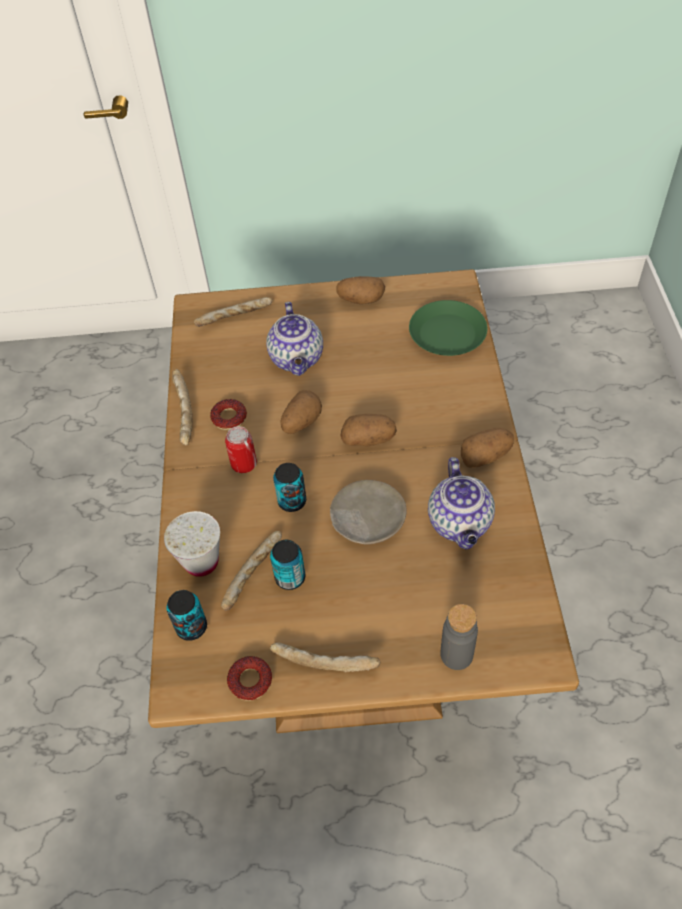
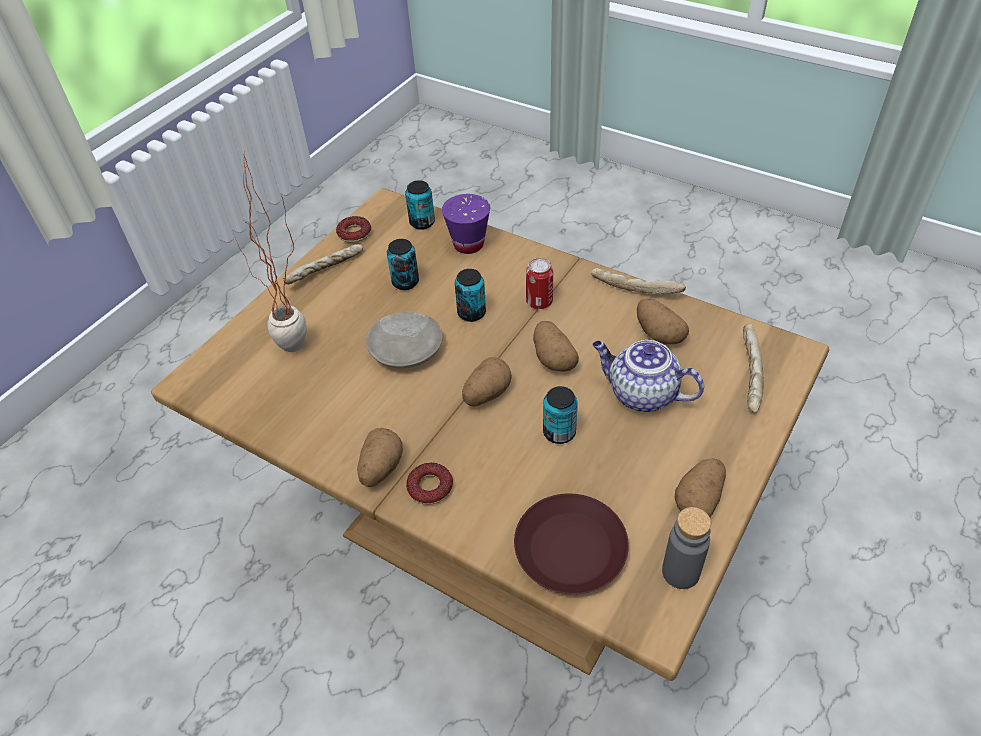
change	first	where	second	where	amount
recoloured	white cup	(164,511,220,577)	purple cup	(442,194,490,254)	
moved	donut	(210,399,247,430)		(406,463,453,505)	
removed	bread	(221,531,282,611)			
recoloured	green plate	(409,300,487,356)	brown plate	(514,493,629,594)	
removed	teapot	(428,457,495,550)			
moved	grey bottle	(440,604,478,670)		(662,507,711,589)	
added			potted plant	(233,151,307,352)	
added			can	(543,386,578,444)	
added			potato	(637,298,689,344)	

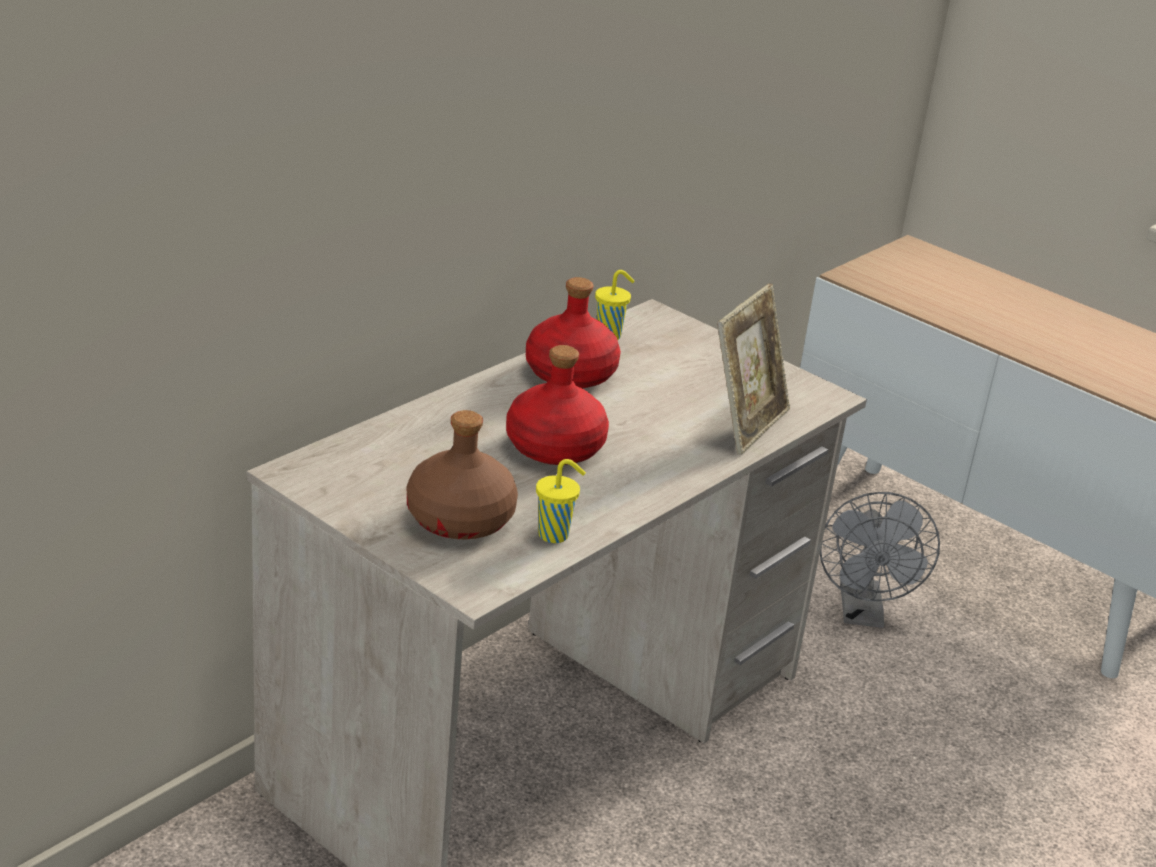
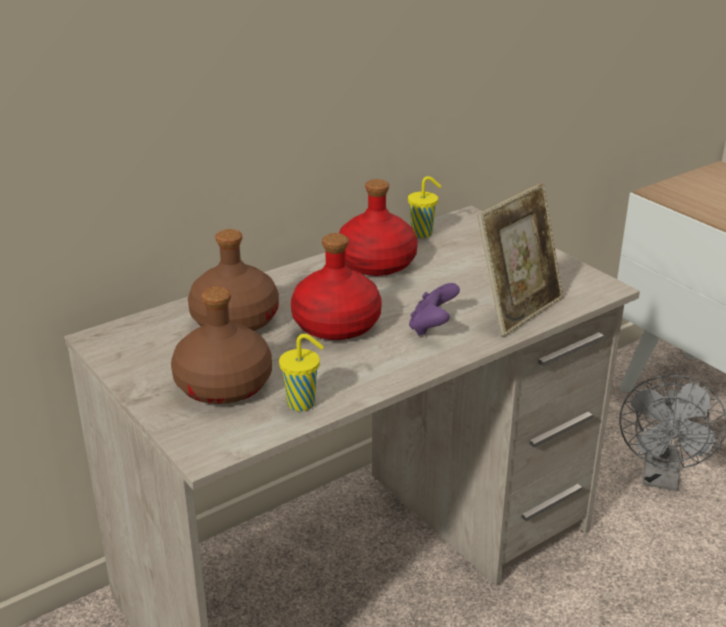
change	first	where	second	where	amount
added			brown bottle	(188,229,279,331)	
added			purple game controller	(409,283,460,336)	

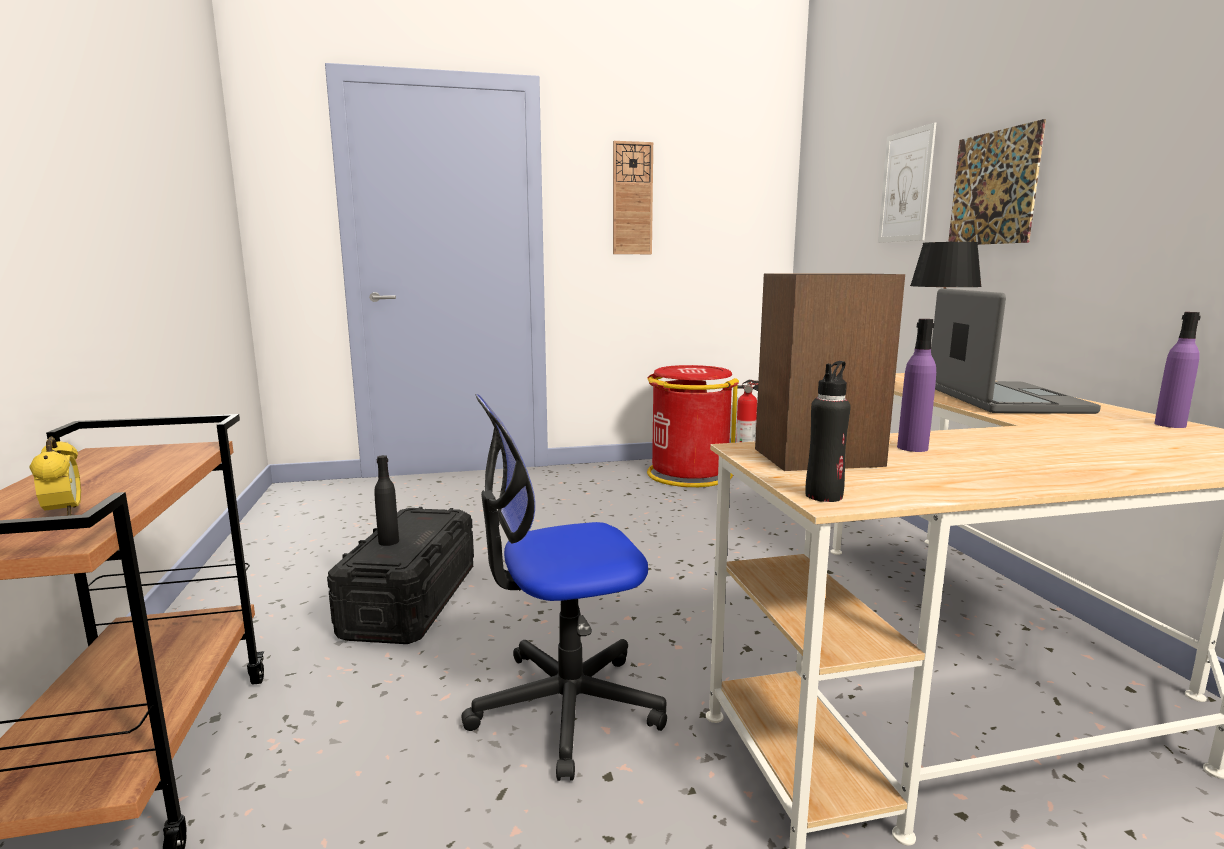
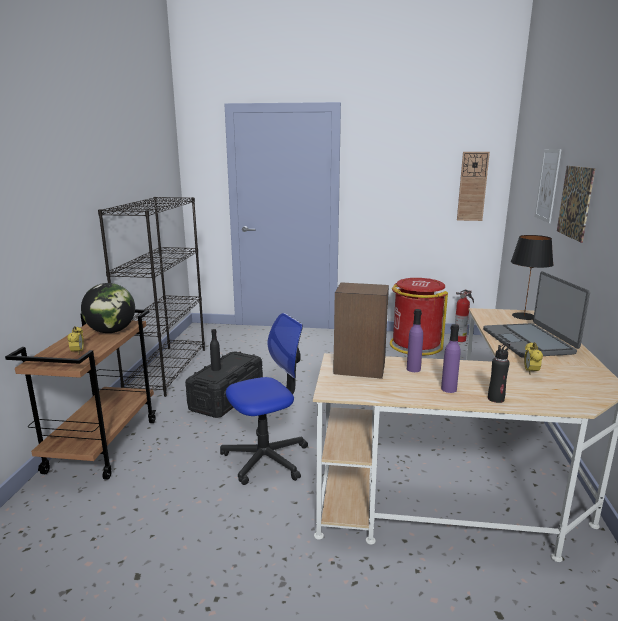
change	first	where	second	where	amount
turned	office chair	(461,394,667,781)		(220,313,308,485)	150 degrees clockwise
moved	wall clock	(613,141,653,254)		(457,152,490,221)	
moved	black bottle	(805,361,851,502)		(488,343,510,403)	
turned	laptop	(931,288,1101,414)		(483,271,590,357)	150 degrees clockwise
moved	purple bottle	(1154,312,1201,428)		(441,324,461,393)	
added			globe	(81,283,135,333)	
added			black bookcase	(98,197,205,397)	
added			alarm clock	(524,342,543,375)	

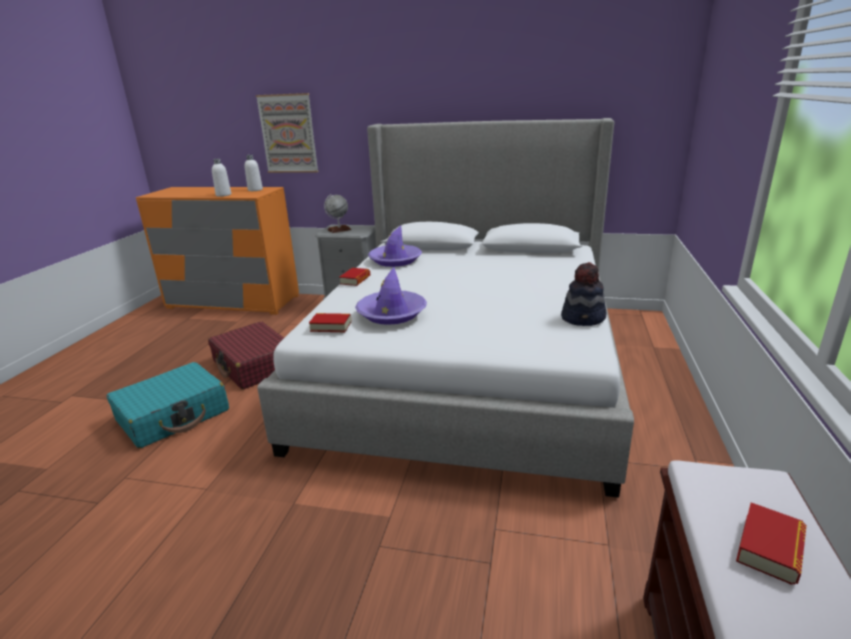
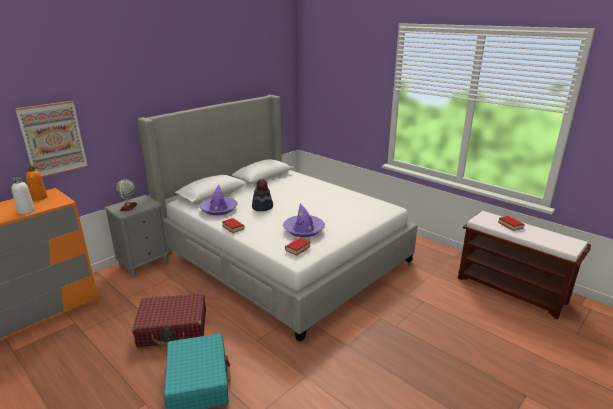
change	first	where	second	where	amount
recoloured	white bottle	(245,155,263,191)	orange bottle	(26,166,47,200)	
moved	hat	(561,262,606,326)		(252,179,273,211)	

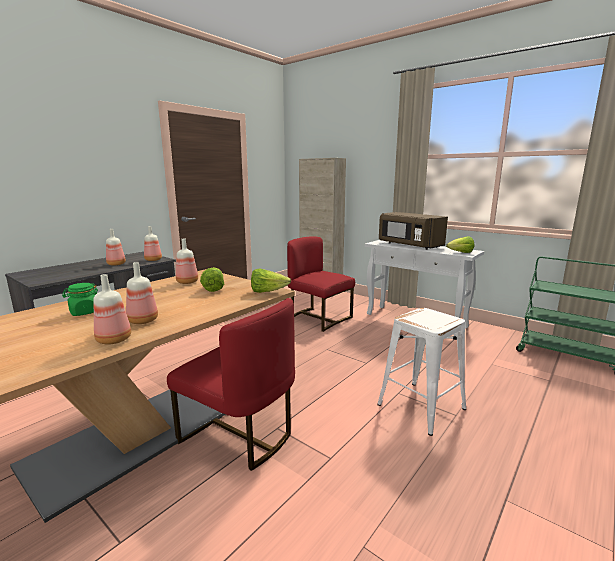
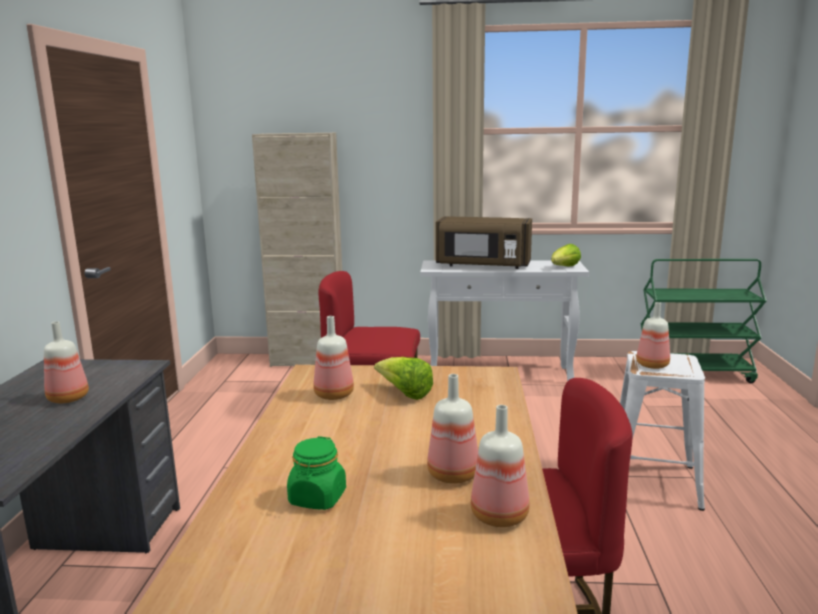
change	first	where	second	where	amount
moved	bottle	(144,226,162,261)		(636,302,670,369)	
removed	lettuce	(251,268,291,293)			

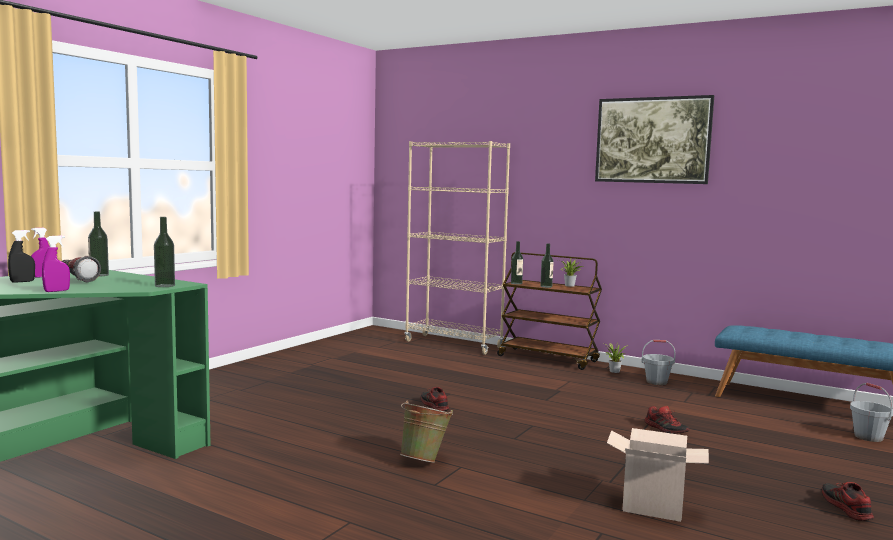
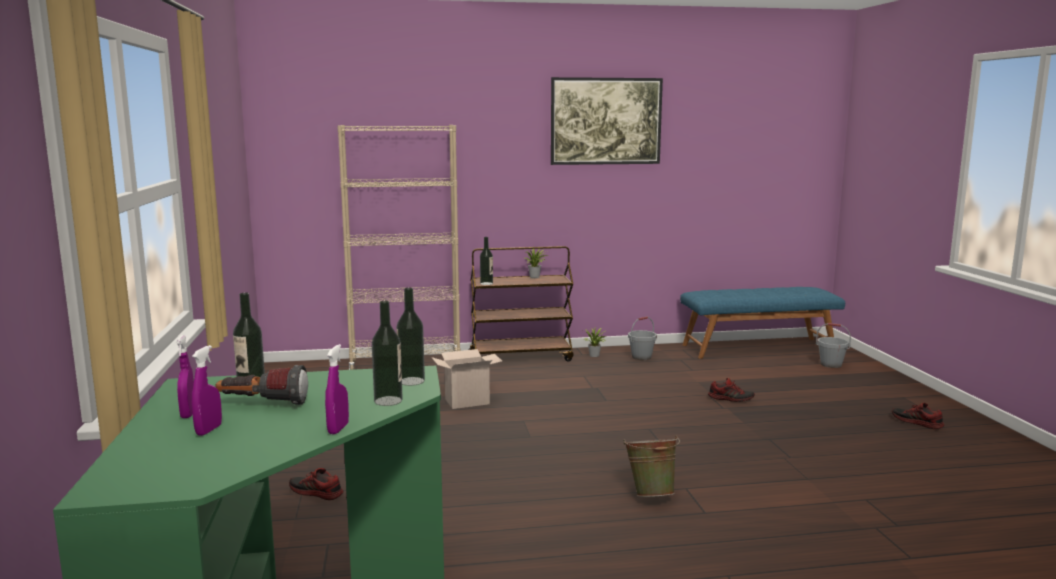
change	first	where	second	where	amount
recoloured	black spray bottle	(8,230,35,283)	purple spray bottle	(192,345,222,436)	
moved	shoe	(421,387,450,411)		(289,468,343,500)	
moved	bottle	(540,243,554,288)		(372,301,403,406)	
moved	cardboard box	(607,428,709,522)		(431,349,502,409)	

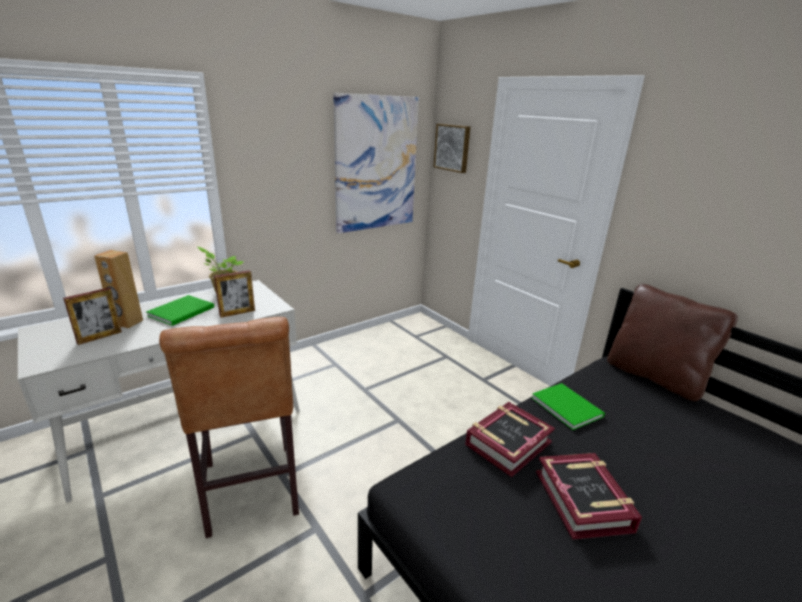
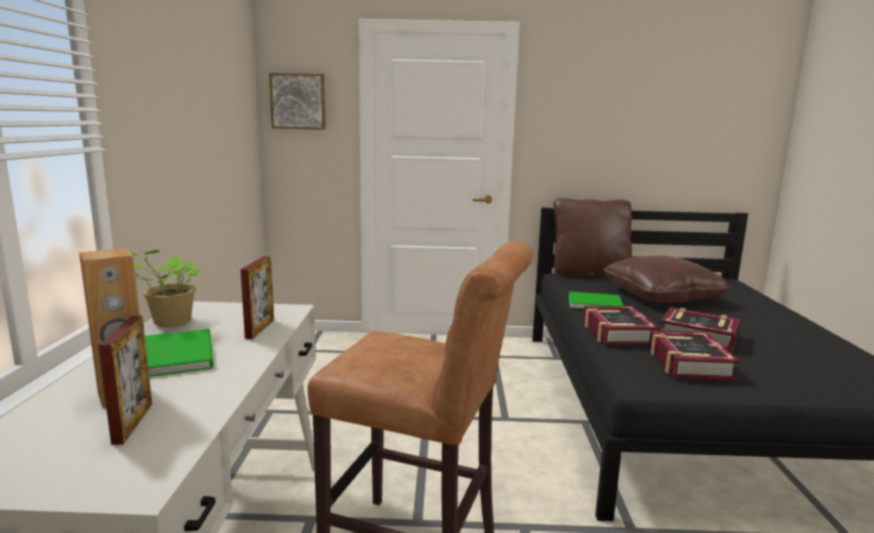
change	first	where	second	where	amount
removed	picture	(333,93,419,233)			
added			brown pillow	(603,255,730,303)	
added			book	(649,330,740,381)	

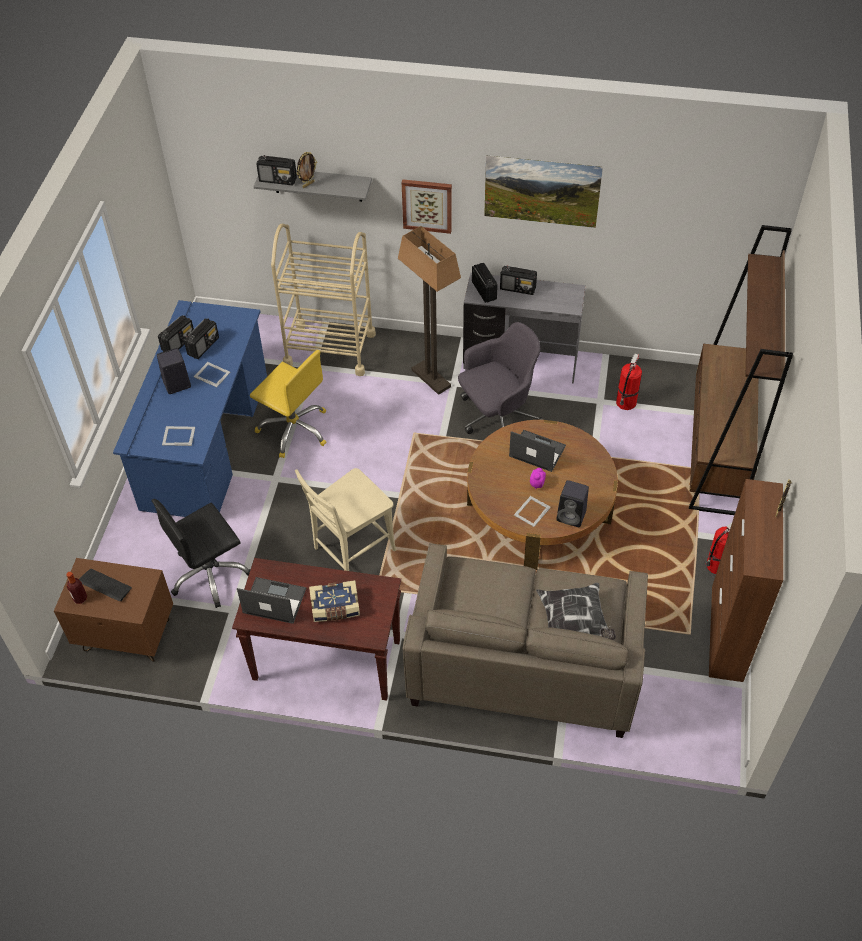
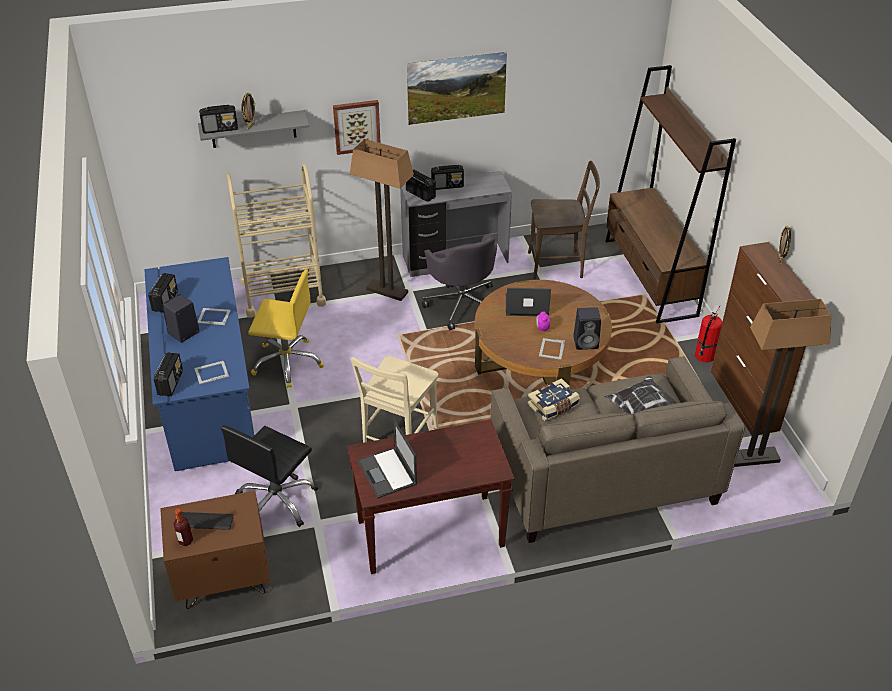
change	first	where	second	where	amount
moved	radio	(184,318,219,359)		(154,352,183,396)	
turned	laptop	(237,577,306,624)		(358,419,417,498)	105 degrees counterclockwise
moved	book	(309,580,360,622)		(528,378,580,421)	
turned	grey office chair	(458,322,544,434)		(422,234,497,331)	120 degrees clockwise
replaced	fire extinguisher	(616,354,642,410)	brown chair	(528,161,600,280)	
added			floor lamp	(734,299,832,467)	

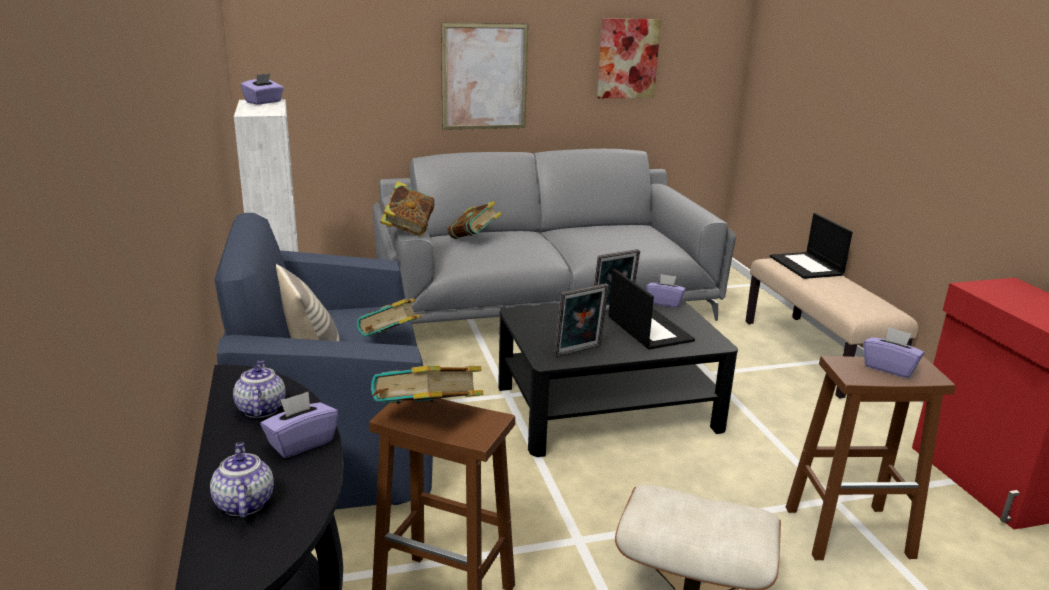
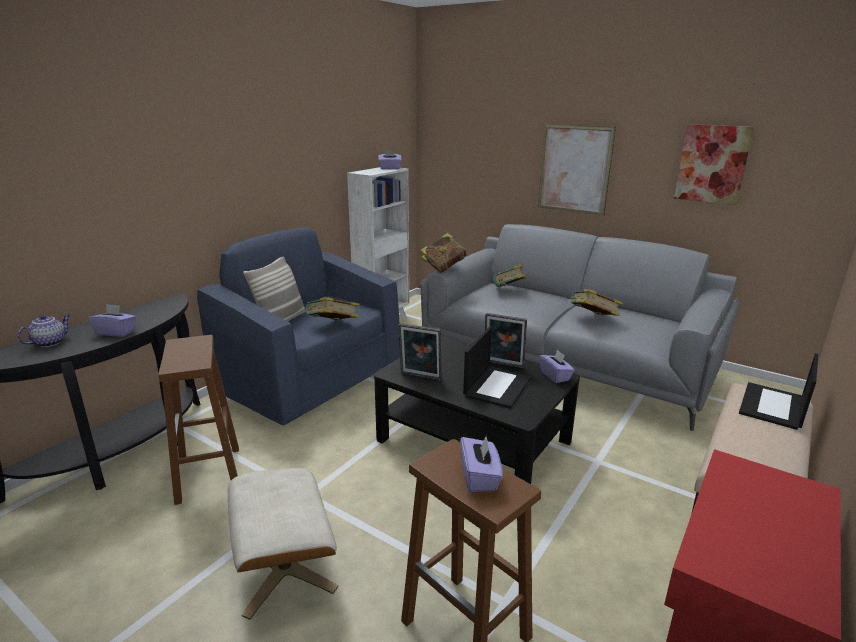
change	first	where	second	where	amount
removed	teapot	(233,360,286,418)			
moved	book	(371,365,483,404)		(569,289,623,316)	

